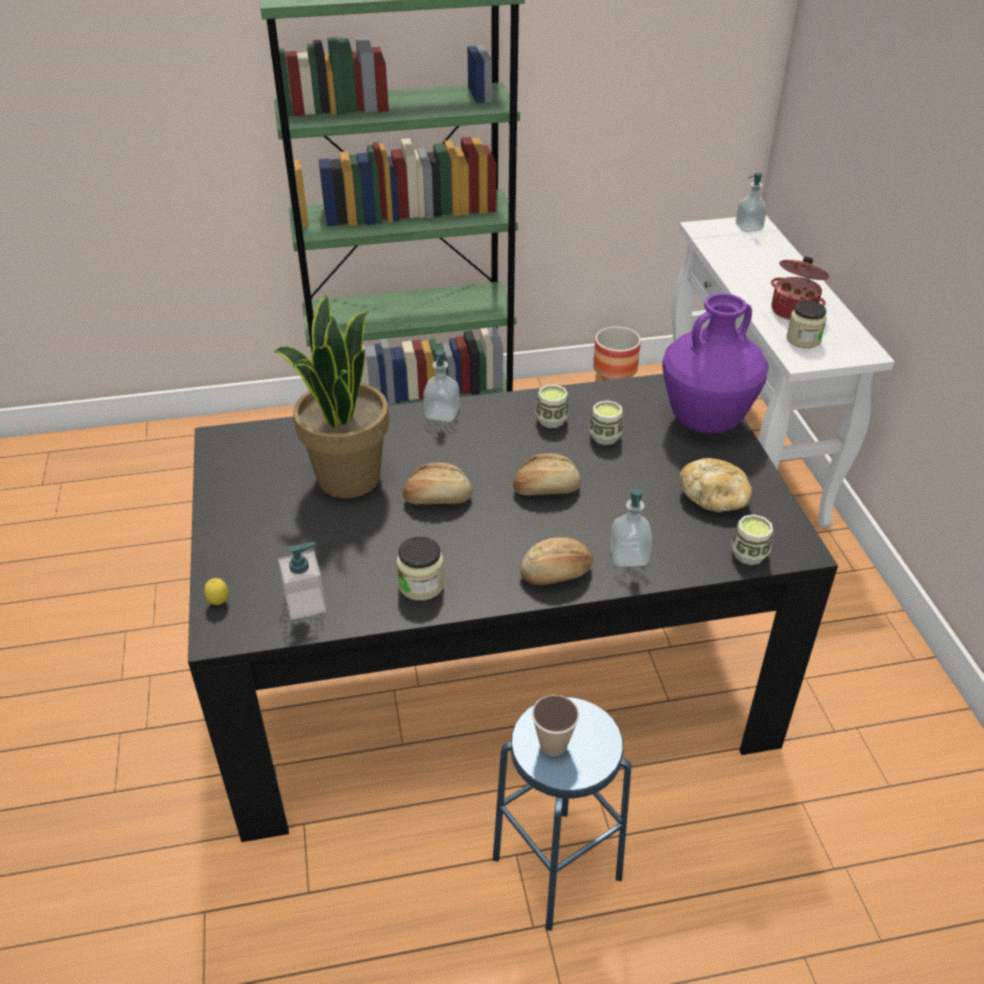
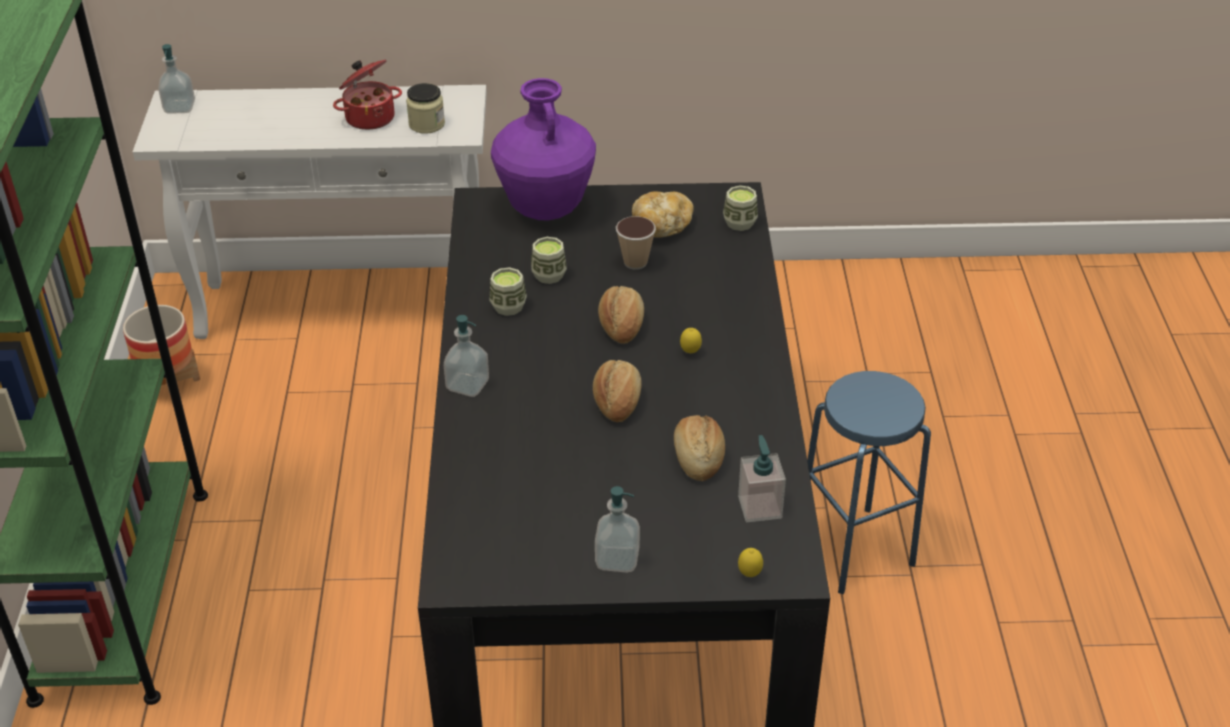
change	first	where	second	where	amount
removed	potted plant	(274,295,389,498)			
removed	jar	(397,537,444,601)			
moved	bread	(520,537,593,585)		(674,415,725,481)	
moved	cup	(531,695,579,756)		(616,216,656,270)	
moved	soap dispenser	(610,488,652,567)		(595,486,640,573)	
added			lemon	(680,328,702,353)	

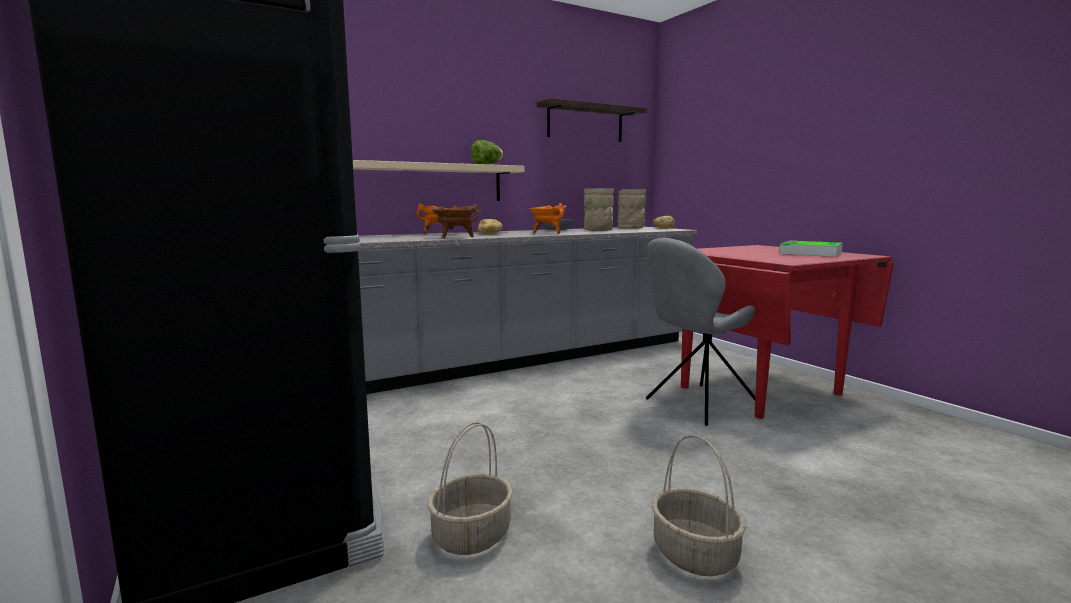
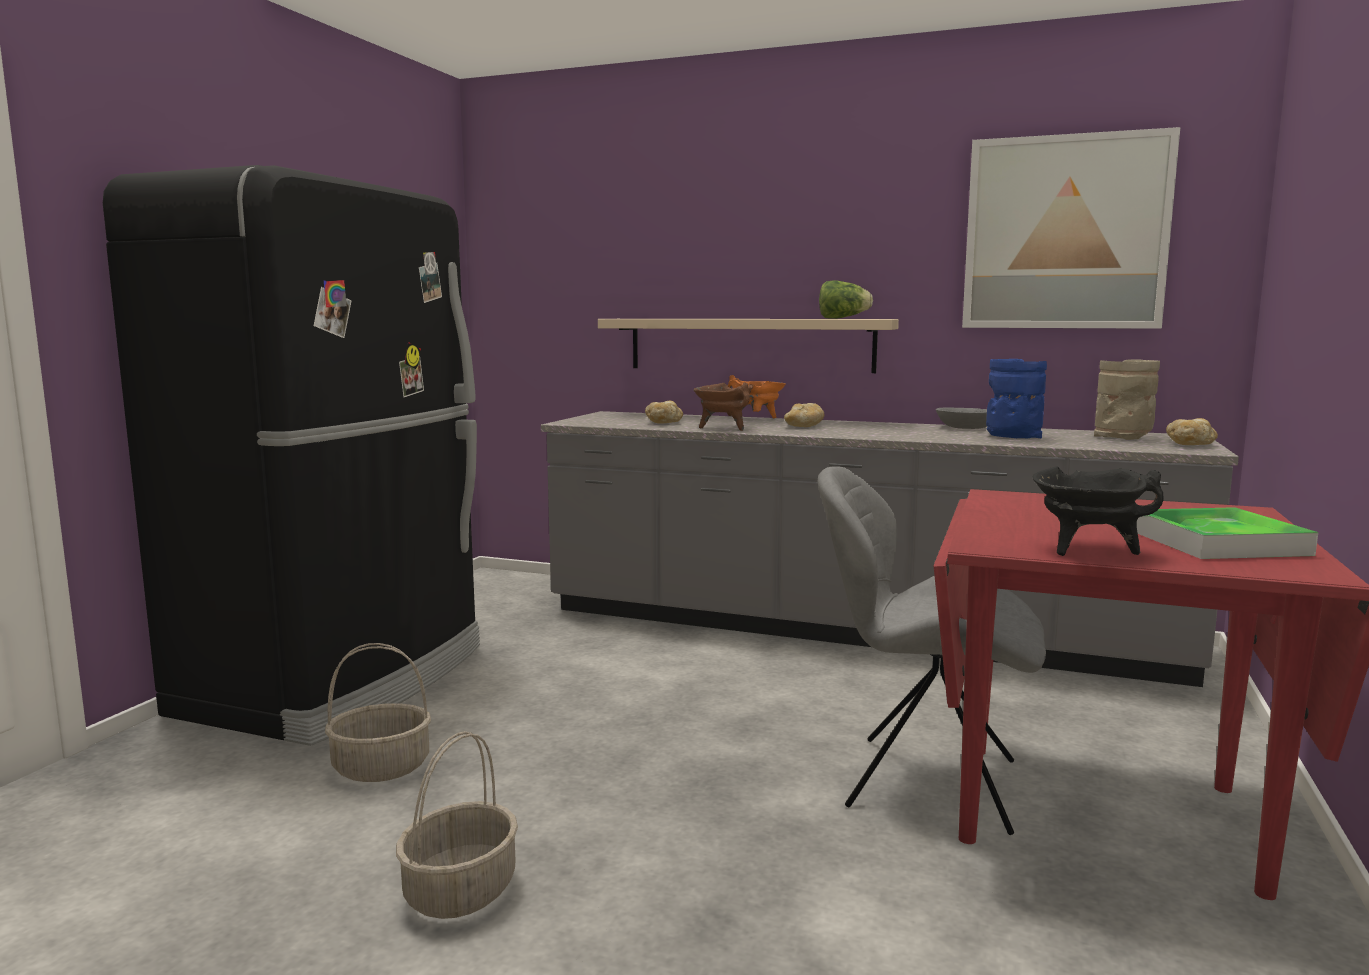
change	first	where	second	where	amount
removed	orange cooking pot	(530,203,566,234)			
replaced	shelf	(537,98,647,142)	picture	(962,127,1180,329)	
recoloured	beige vase	(584,188,614,231)	blue vase	(986,359,1047,438)	
added			bread	(645,401,683,424)	
added			black cooking pot	(1032,466,1163,556)	

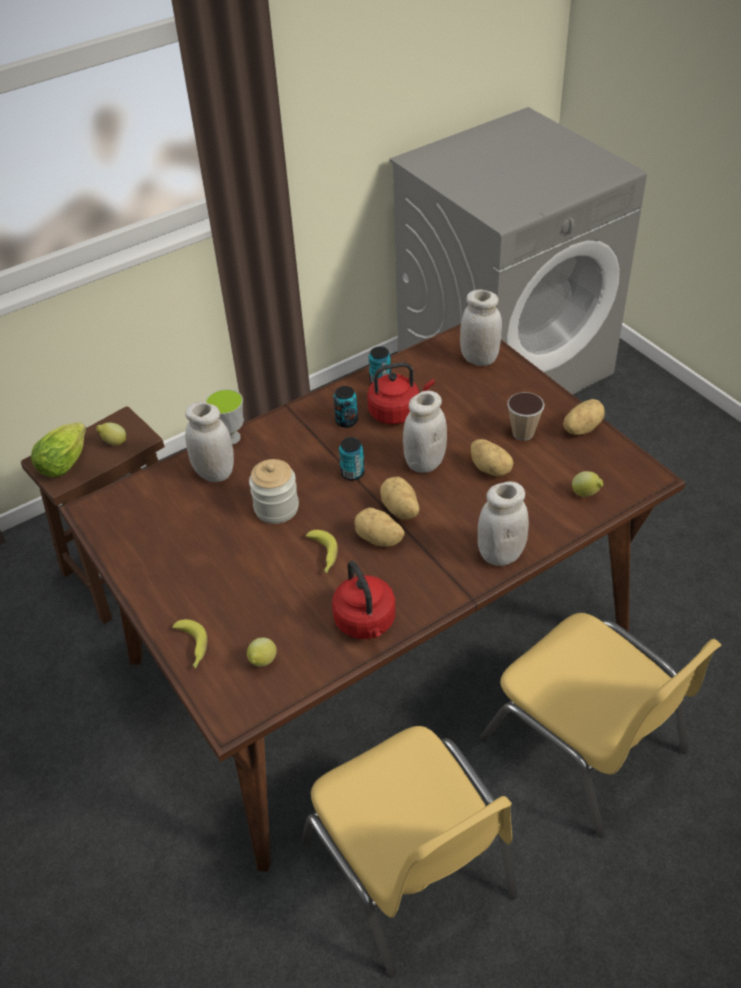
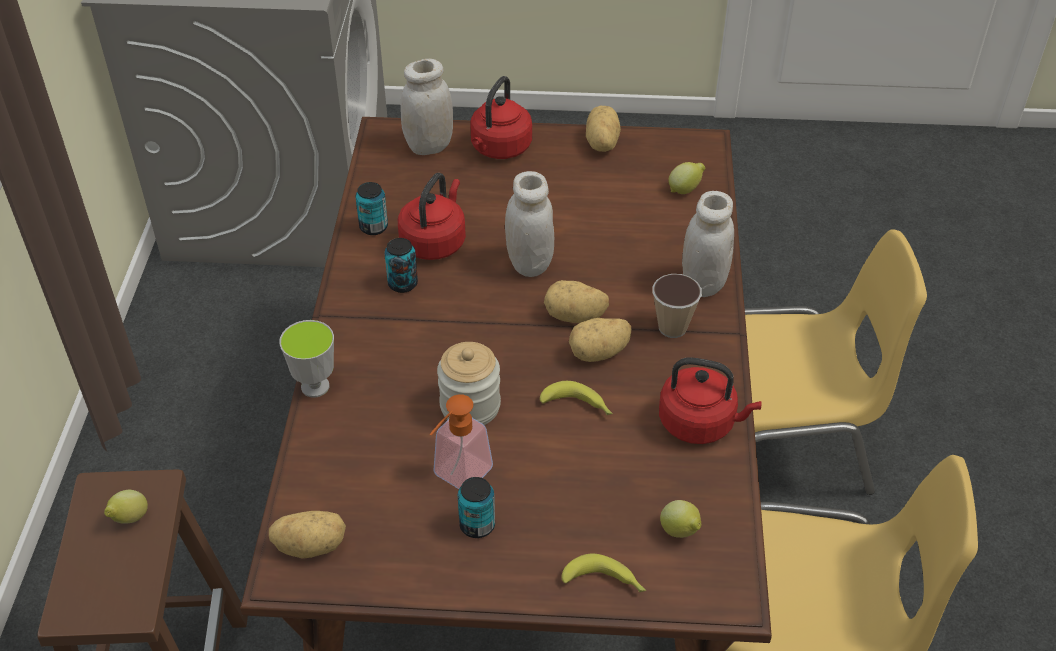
change	first	where	second	where	amount
removed	lettuce	(31,422,86,477)			
removed	white jar	(185,402,234,482)			
moved	can	(339,437,365,481)		(458,477,495,538)	
moved	potato	(471,439,514,476)		(269,511,346,558)	
moved	cup	(507,392,545,441)		(652,274,702,338)	
added			soap dispenser	(429,394,493,489)	
added			red kettle	(470,76,532,159)	

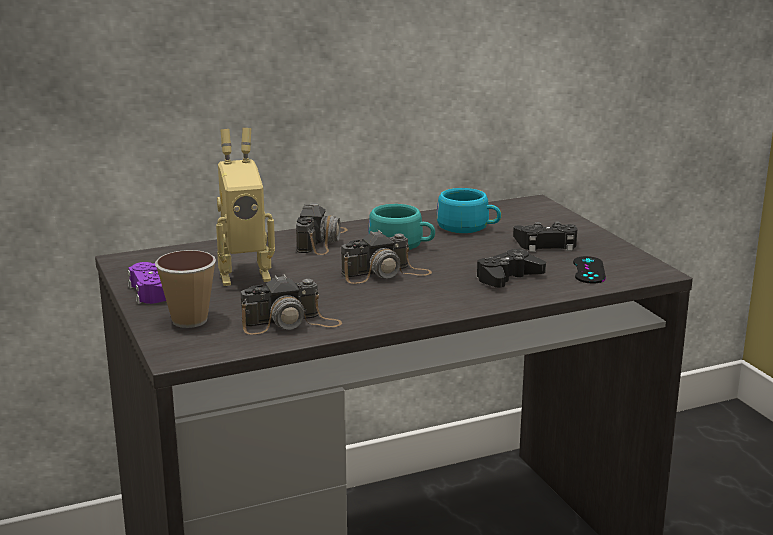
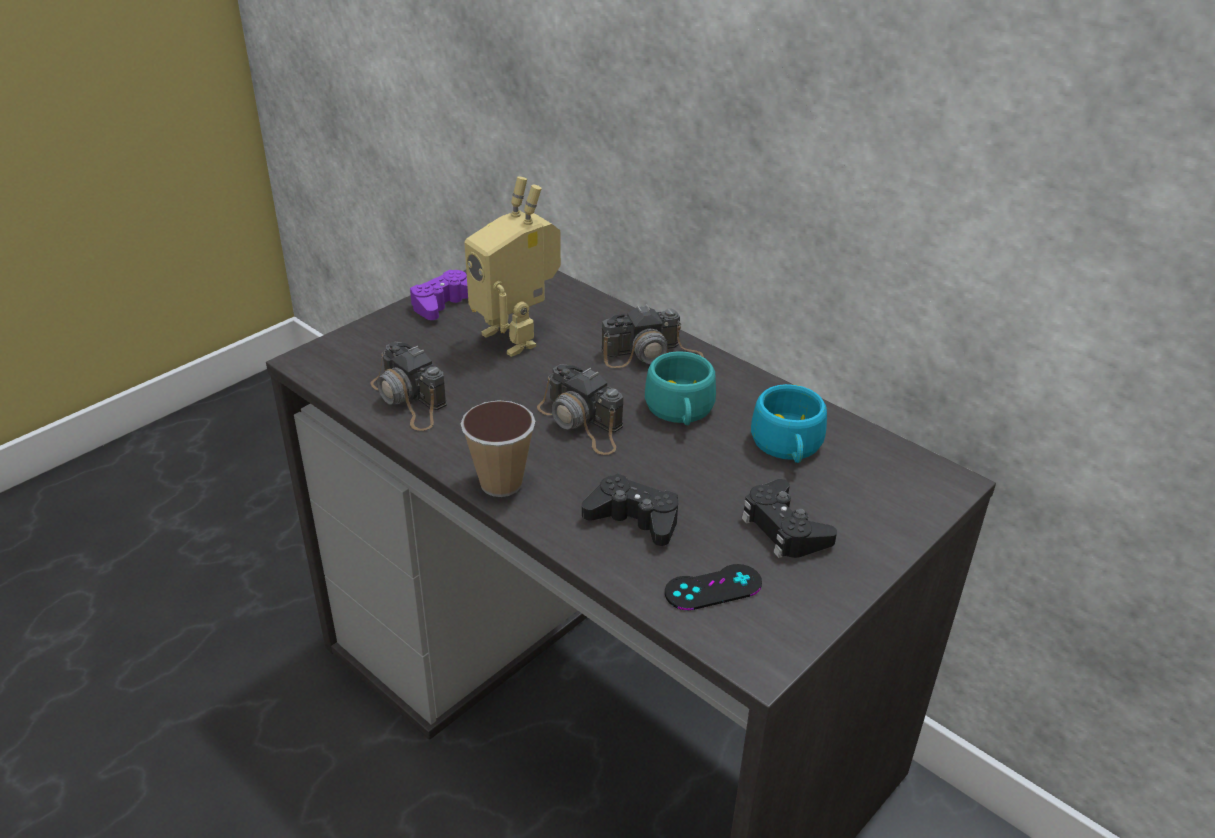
change	first	where	second	where	amount
moved	cup	(155,250,216,328)		(461,400,535,497)	

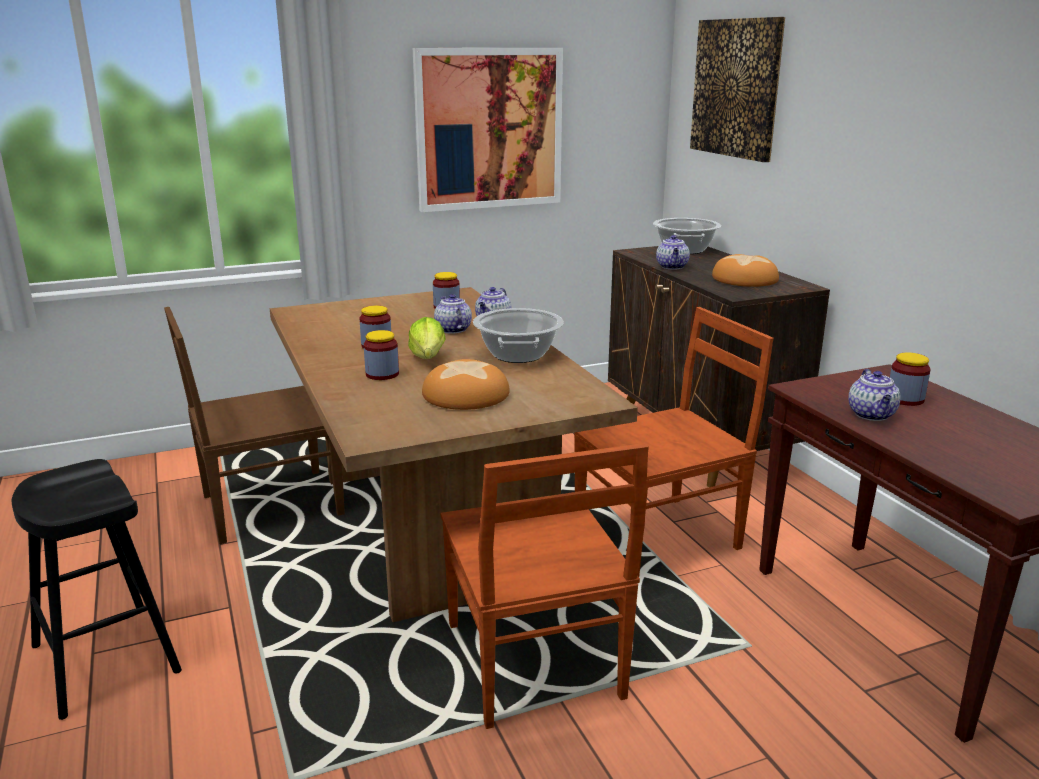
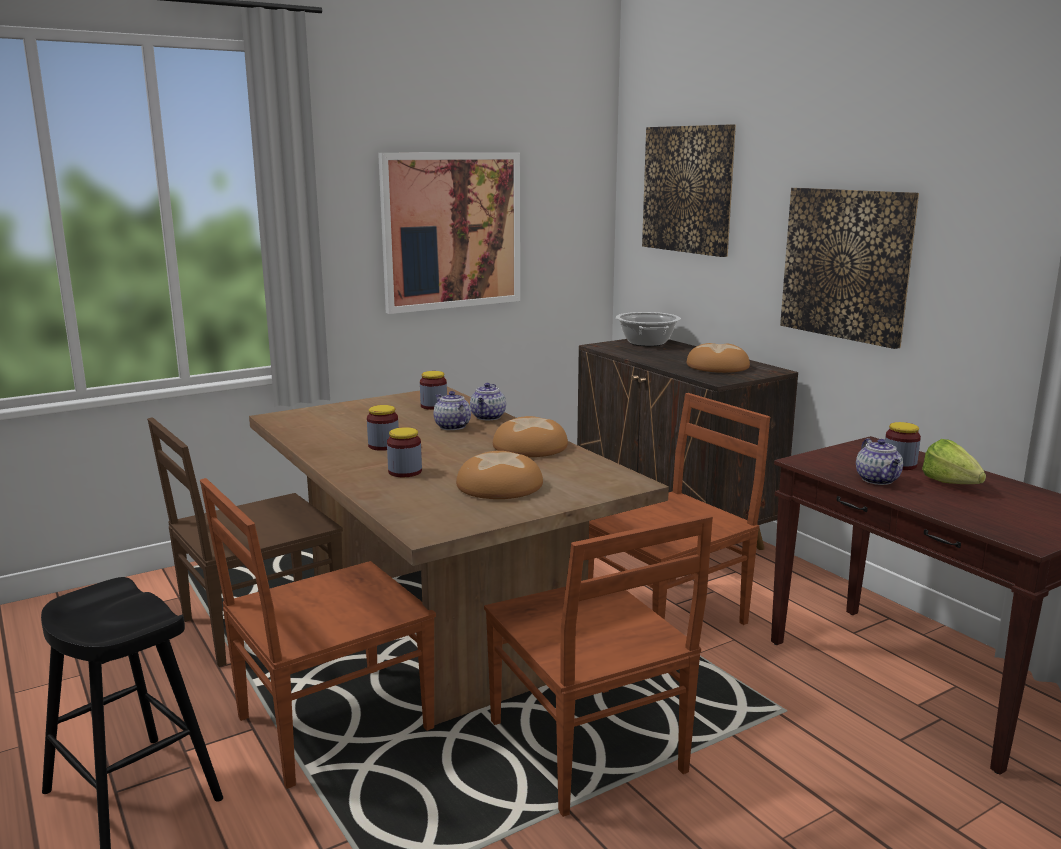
change	first	where	second	where	amount
moved	lettuce	(408,317,446,359)		(922,439,986,484)	
replaced	cooking pot	(473,308,564,363)	bread	(493,416,568,457)	
removed	teapot	(656,235,690,270)			
added			brown chair	(200,478,436,789)	
added			picture	(780,188,919,349)	

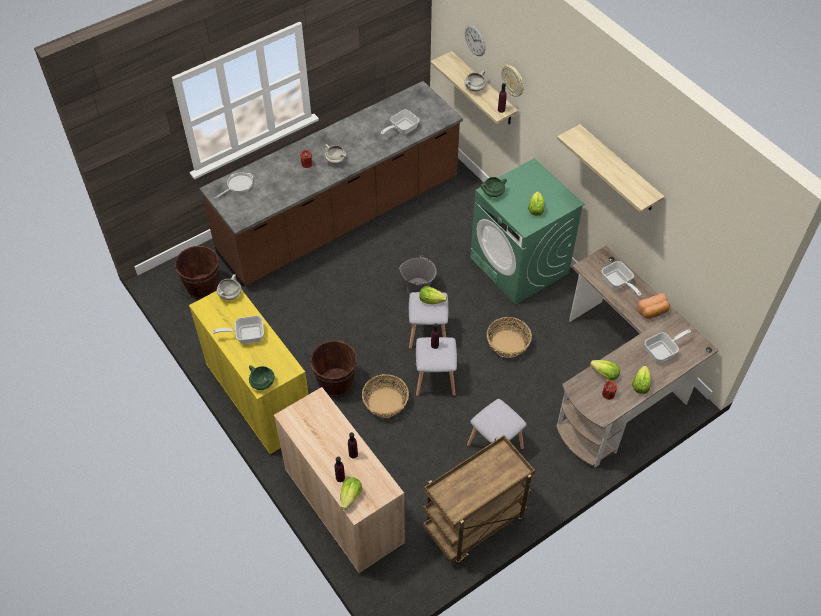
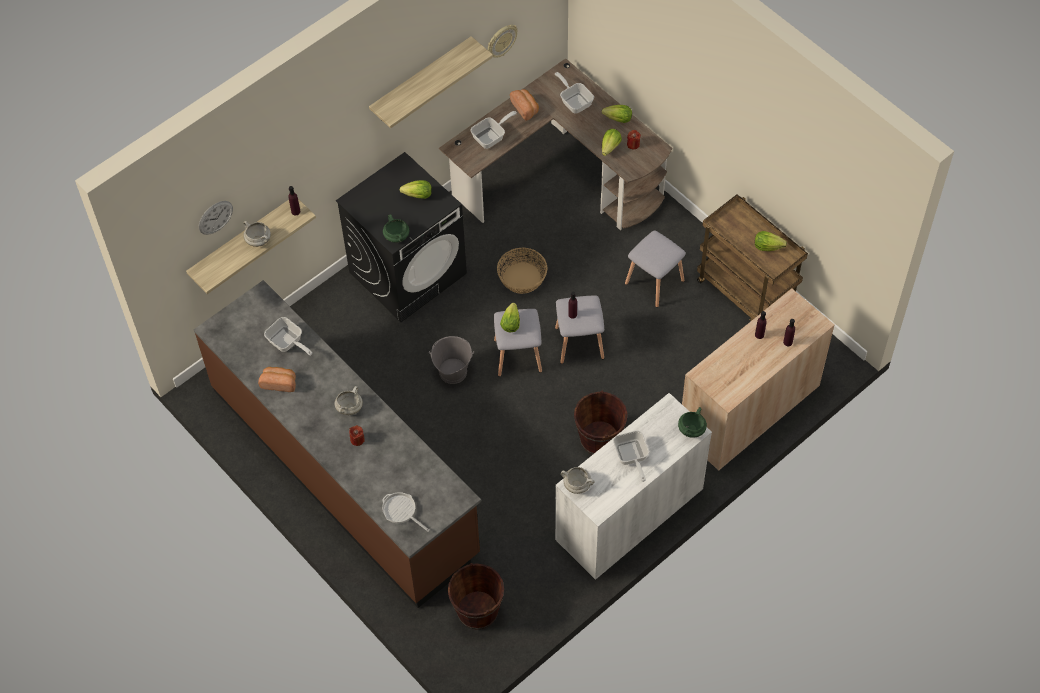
change	first	where	second	where	amount
recoloured	yellow cabinet	(189,290,309,454)	white cabinet	(555,393,712,580)	
moved	lettuce	(340,477,362,510)		(755,231,787,251)	
removed	basket	(362,374,409,418)			
recoloured	green washing machine	(470,158,584,305)	black washing machine	(336,152,467,322)	
moved	wall clock	(501,65,524,97)		(488,25,518,58)	
added			bread	(258,367,296,392)	

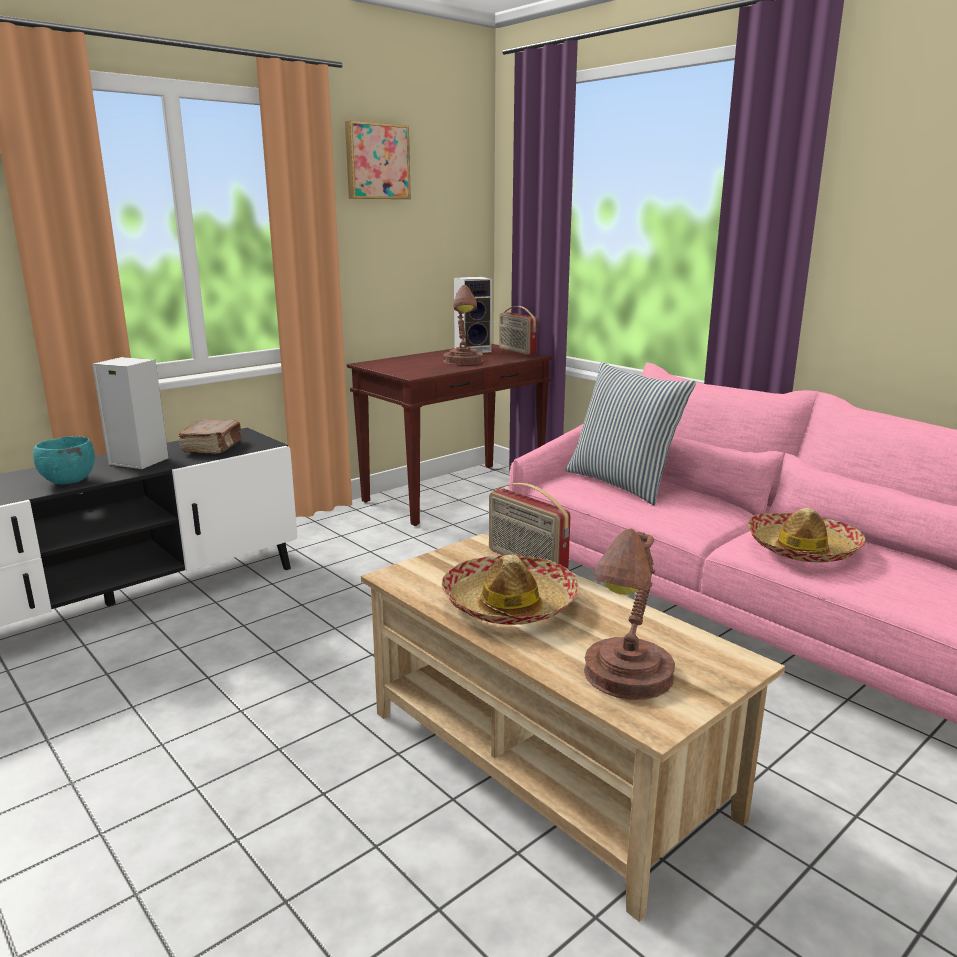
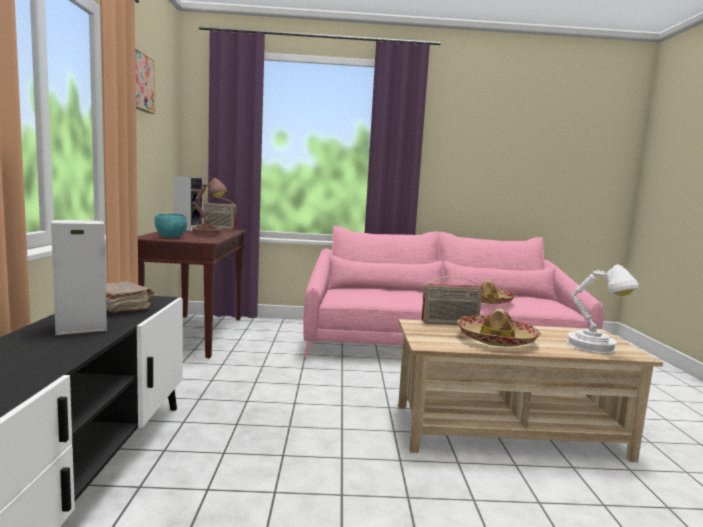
change	first	where	second	where	amount
moved	turquoise bowl	(33,436,95,484)		(155,214,187,238)	
removed	pillow	(565,362,696,506)			
recoloured	brown table lamp	(584,529,675,700)	white table lamp	(567,265,639,353)	

